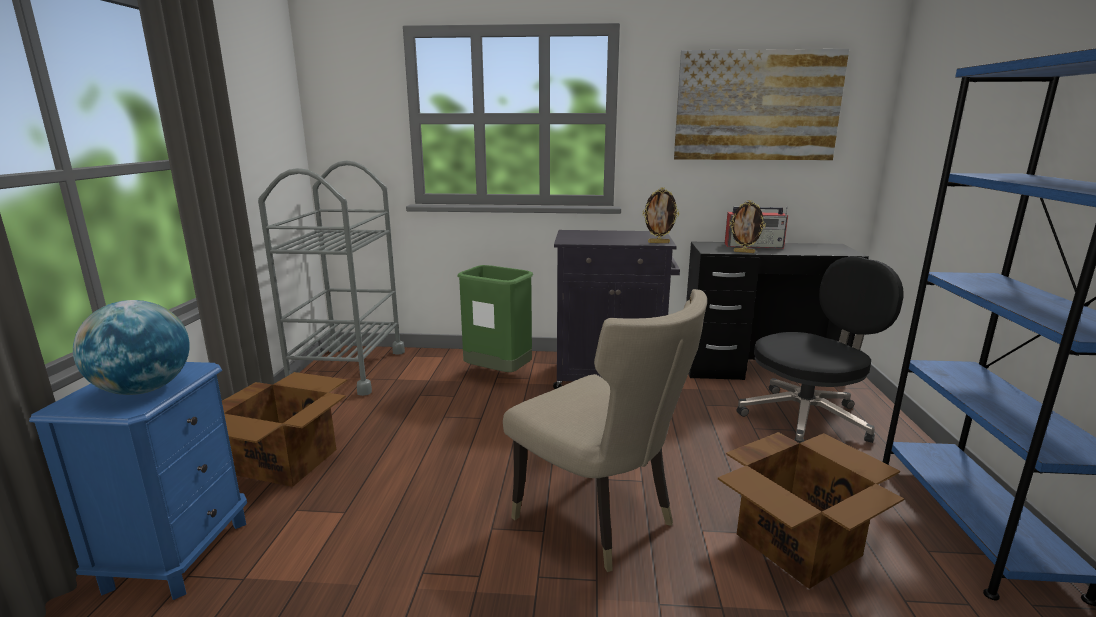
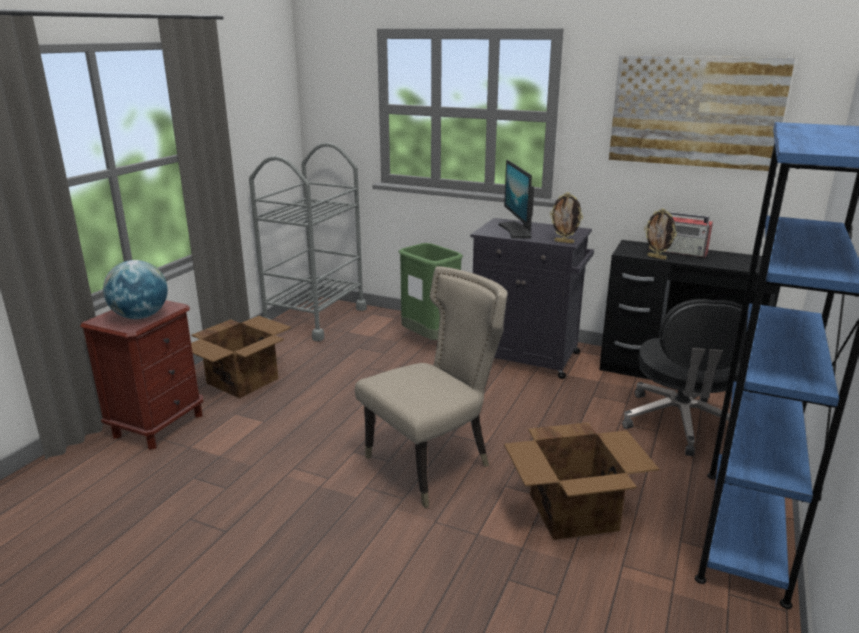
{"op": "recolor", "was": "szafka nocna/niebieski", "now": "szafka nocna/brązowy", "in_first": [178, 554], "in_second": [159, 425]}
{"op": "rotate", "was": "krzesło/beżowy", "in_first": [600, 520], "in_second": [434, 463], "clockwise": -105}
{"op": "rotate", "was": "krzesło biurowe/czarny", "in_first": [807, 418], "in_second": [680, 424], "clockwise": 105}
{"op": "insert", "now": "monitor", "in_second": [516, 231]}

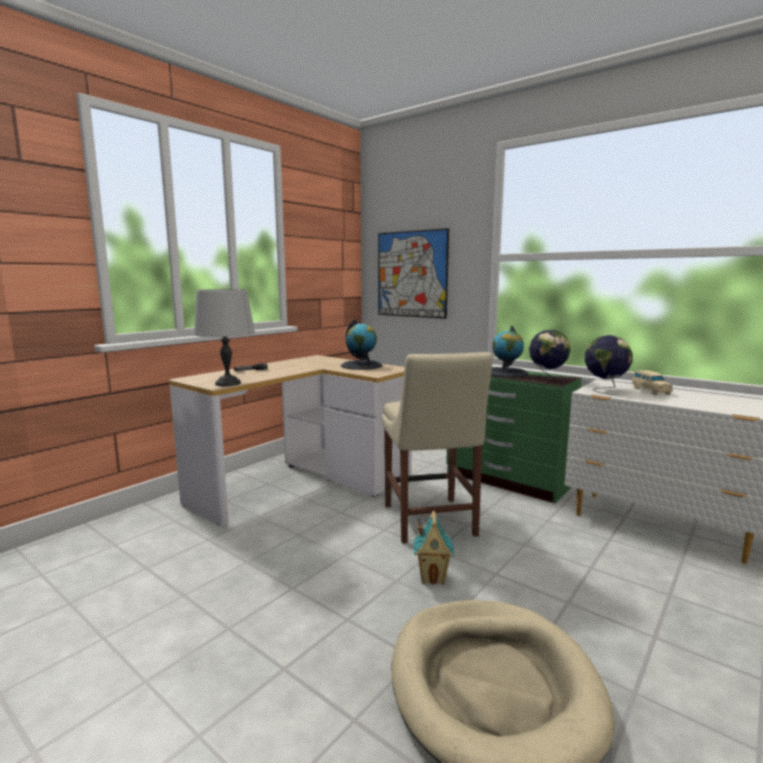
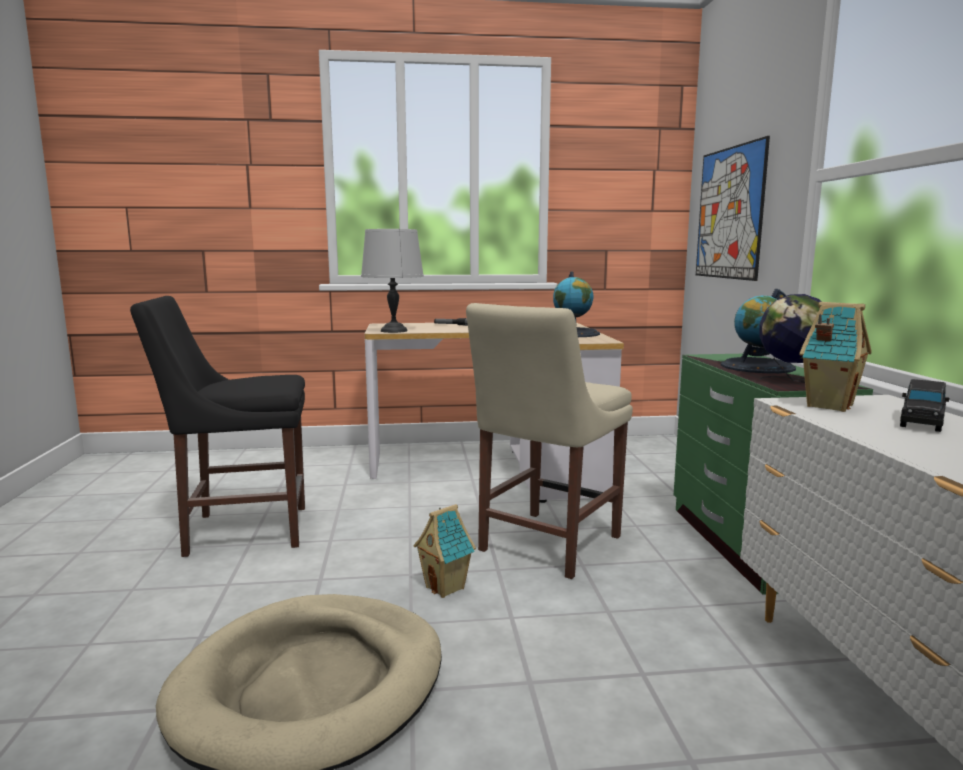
{"op": "replace", "was": "globus", "now": "domek", "in_first": [604, 390], "in_second": [828, 405]}
{"op": "recolor", "was": "samochodzik/beżowy", "now": "samochodzik/czarny", "in_first": [650, 391], "in_second": [921, 422]}
{"op": "insert", "now": "krzesło/czarny", "in_second": [240, 530]}

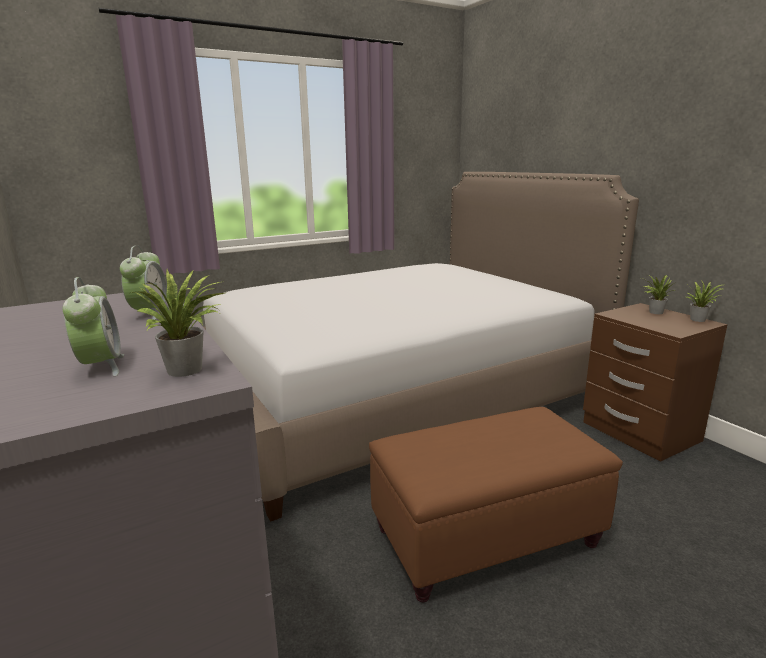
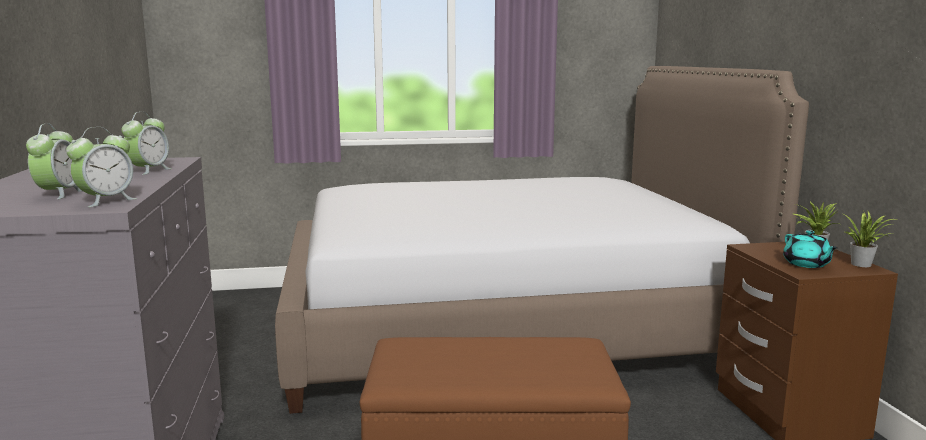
{"op": "replace", "was": "roślina doniczkowa", "now": "budzik", "in_first": [189, 370], "in_second": [106, 201]}
{"op": "insert", "now": "imbryk/turkusowy", "in_second": [806, 264]}

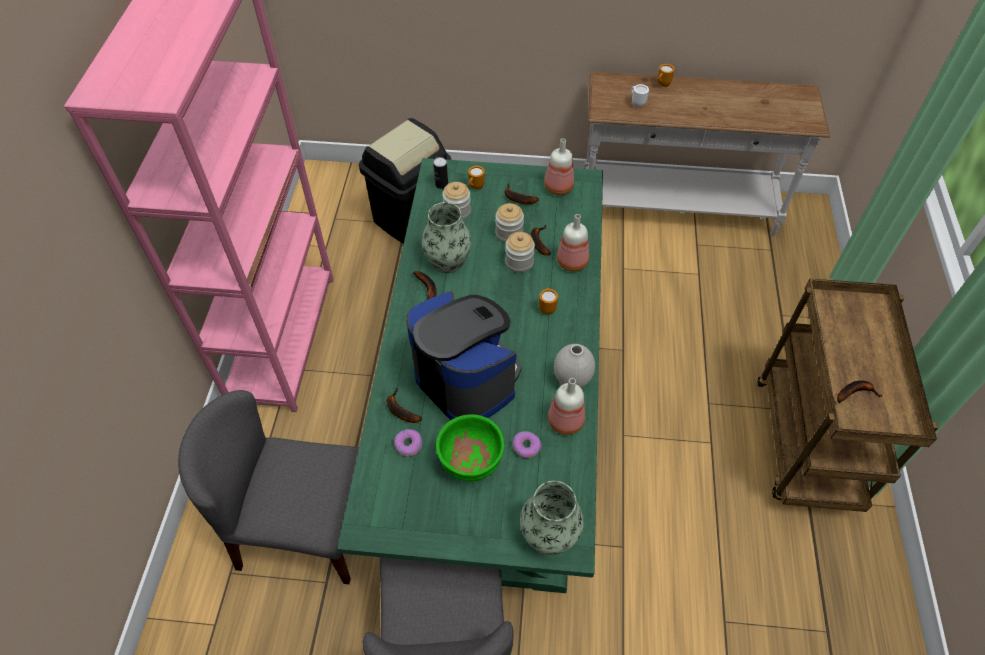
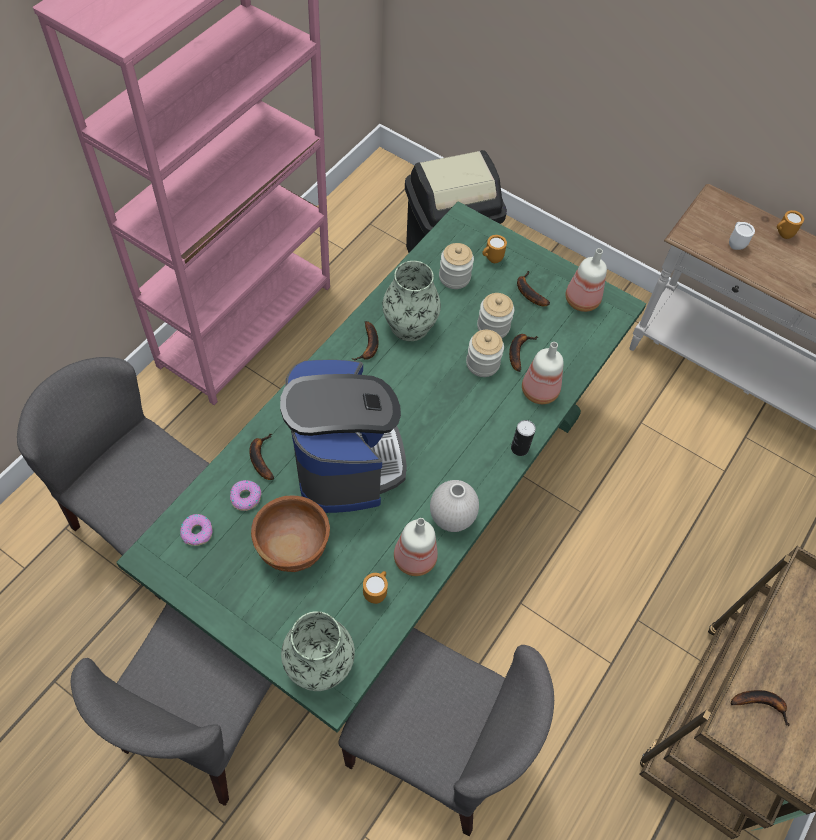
{"op": "move", "was": "puszka", "in_first": [441, 184], "in_second": [519, 448]}
{"op": "recolor", "was": "miska/zielony", "now": "miska/brązowy", "in_first": [471, 461], "in_second": [294, 548]}
{"op": "move", "was": "donut", "in_first": [526, 446], "in_second": [197, 532]}
{"op": "move", "was": "kubek/pomarańczowy", "in_first": [547, 307], "in_second": [376, 592]}
{"op": "insert", "now": "krzesło/szary", "in_second": [434, 745]}

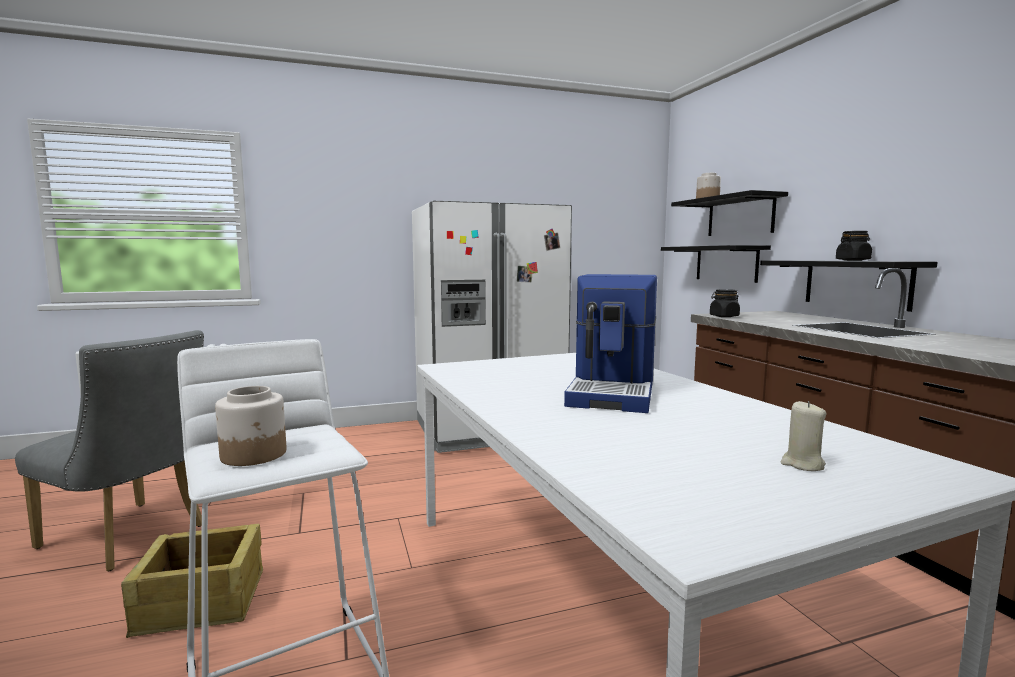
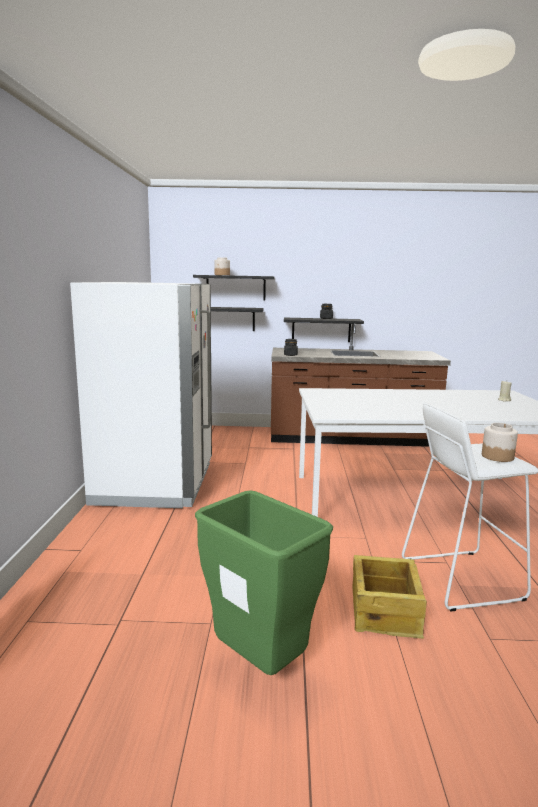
{"op": "replace", "was": "krzesło/szary", "now": "kosz na śmieci/zielony", "in_first": [131, 538], "in_second": [261, 665]}
{"op": "delete", "was": "ekspres do kawy", "in_first": [614, 392]}

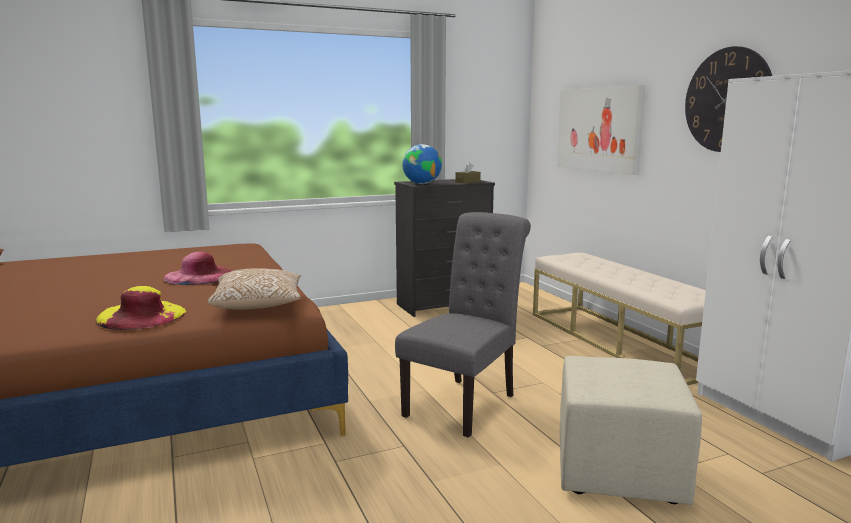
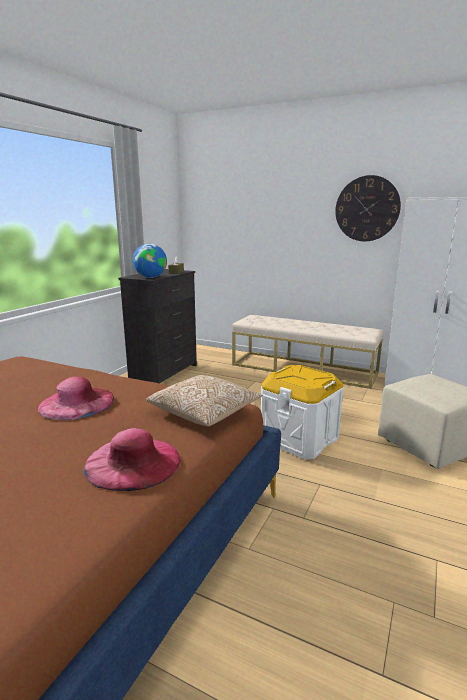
{"op": "recolor", "was": "kapelusz/żółty", "now": "kapelusz/różowy", "in_first": [141, 315], "in_second": [133, 462]}
{"op": "replace", "was": "krzesło/szary", "now": "pojemnik do przechowywania/biały", "in_first": [465, 402], "in_second": [299, 438]}
{"op": "delete", "was": "obraz", "in_first": [598, 129]}

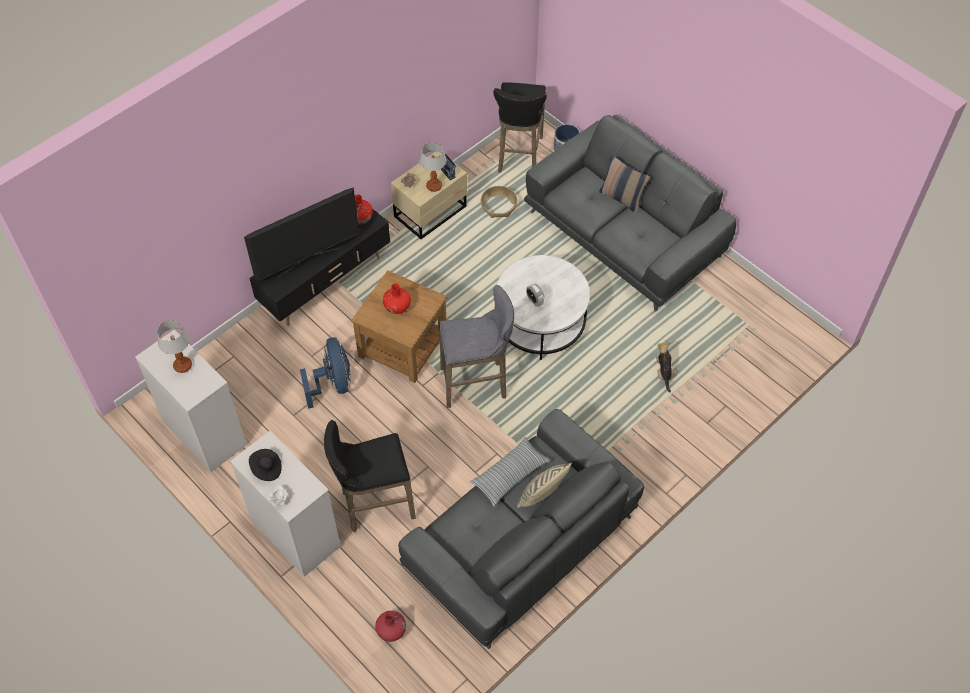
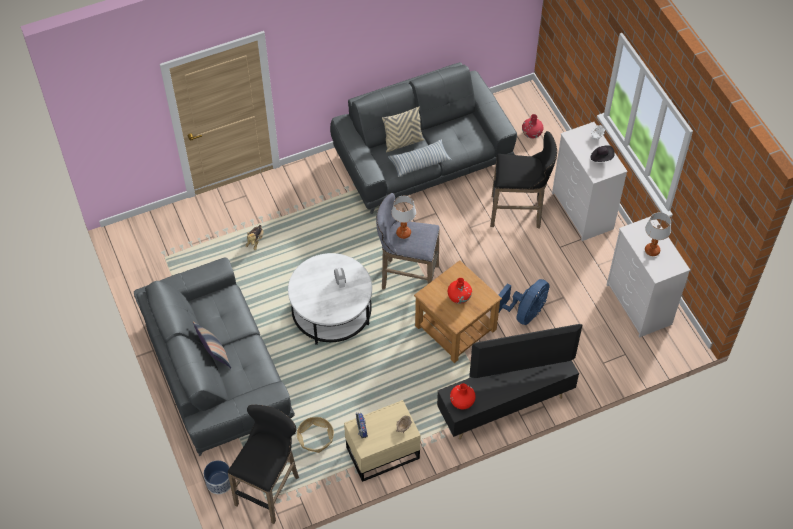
{"op": "rotate", "was": "wentylator/niebieski", "in_first": [333, 384], "in_second": [524, 313], "clockwise": -150}
{"op": "move", "was": "lampa stołowa", "in_first": [434, 186], "in_second": [403, 233]}

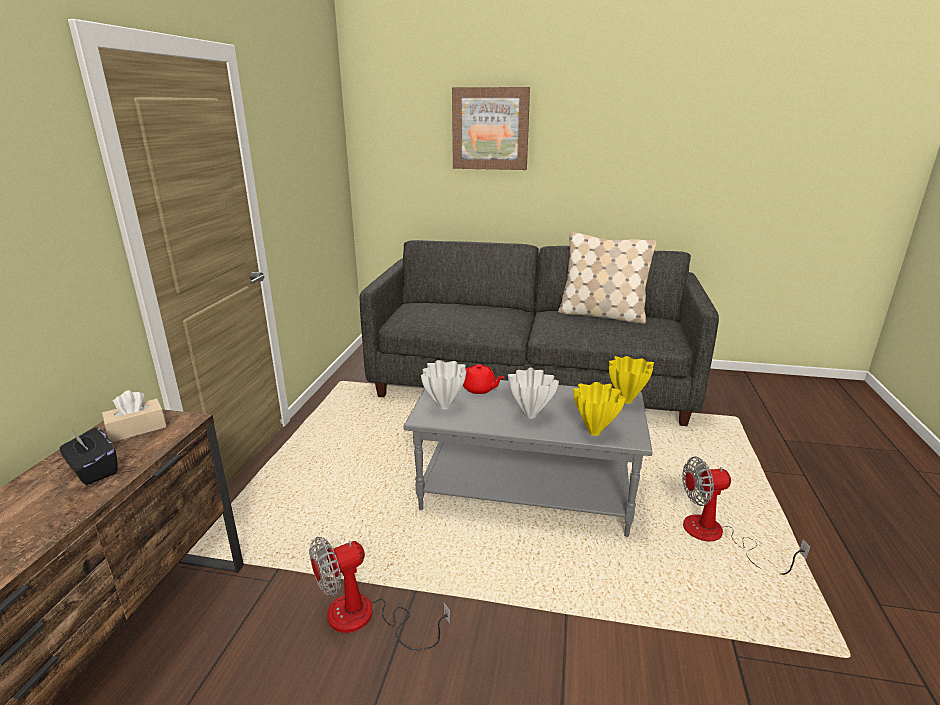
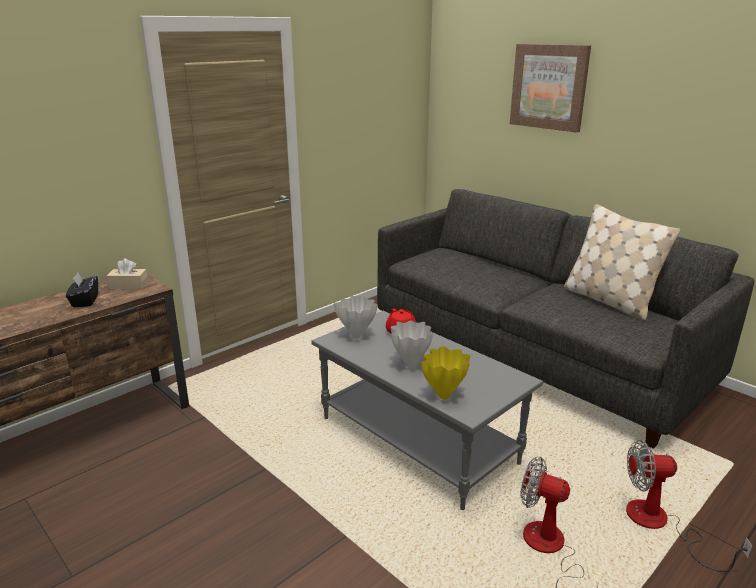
{"op": "move", "was": "wentylator", "in_first": [365, 619], "in_second": [660, 525]}
{"op": "delete", "was": "wazon/żółty", "in_first": [625, 401]}

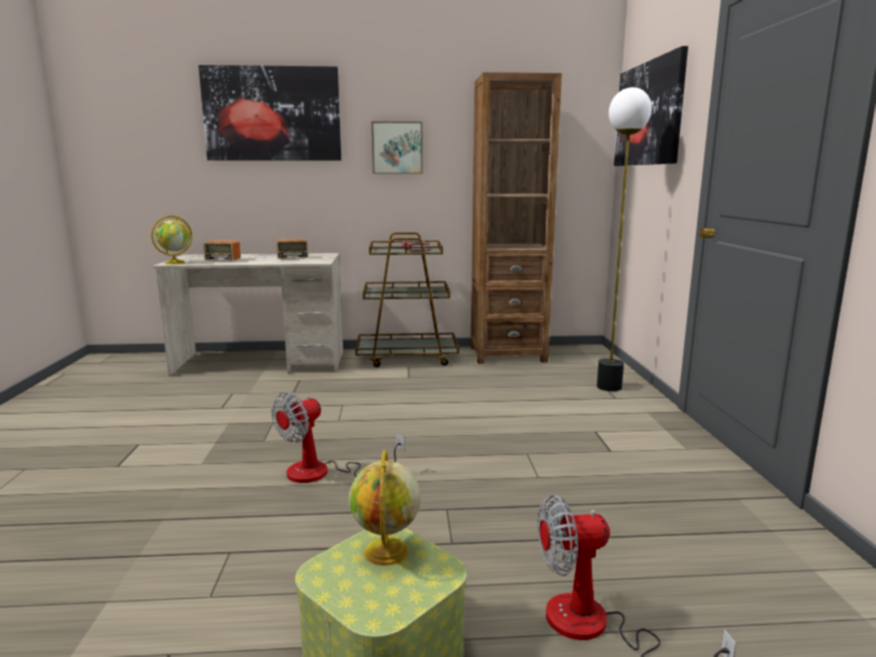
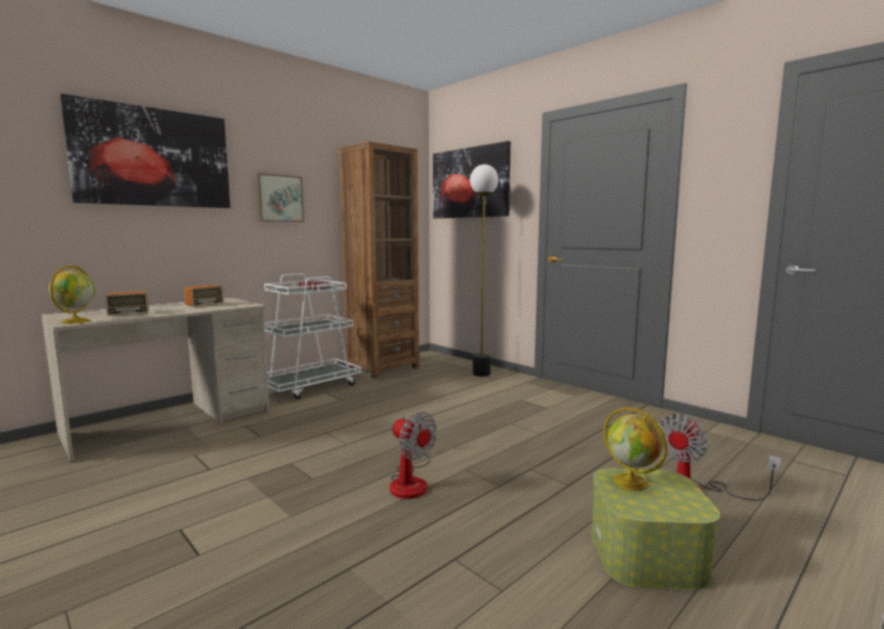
{"op": "rotate", "was": "wentylator", "in_first": [323, 473], "in_second": [411, 481], "clockwise": -45}
{"op": "recolor", "was": "wózek/brązowy", "now": "wózek/biały", "in_first": [407, 357], "in_second": [310, 386]}

